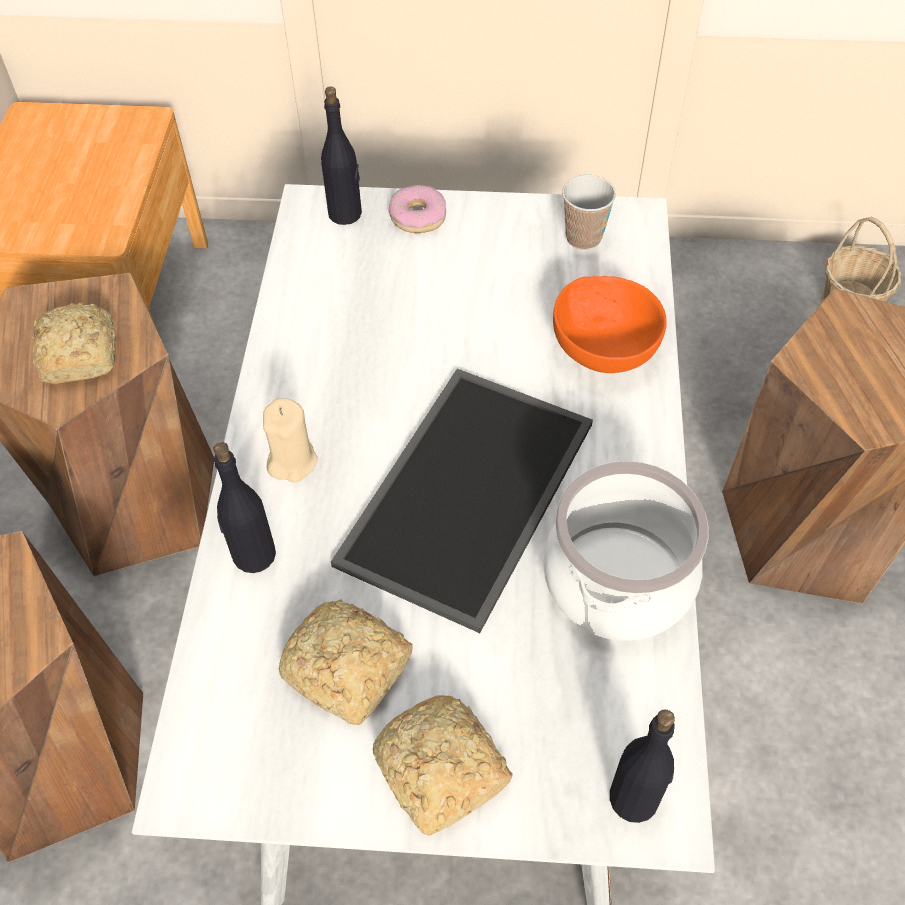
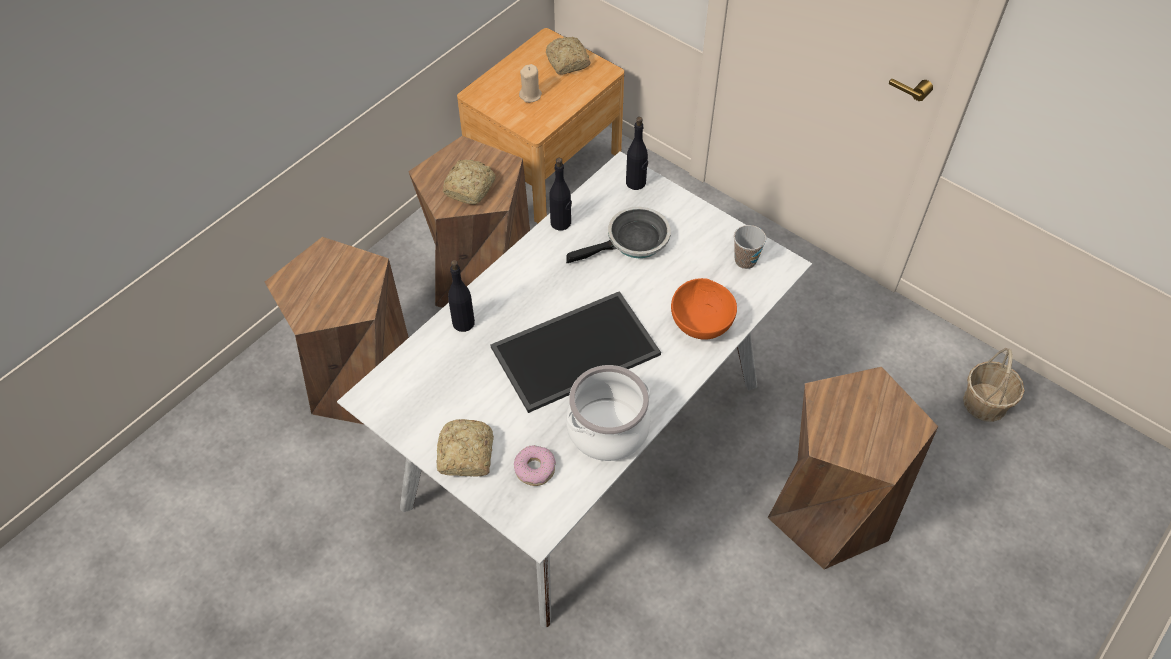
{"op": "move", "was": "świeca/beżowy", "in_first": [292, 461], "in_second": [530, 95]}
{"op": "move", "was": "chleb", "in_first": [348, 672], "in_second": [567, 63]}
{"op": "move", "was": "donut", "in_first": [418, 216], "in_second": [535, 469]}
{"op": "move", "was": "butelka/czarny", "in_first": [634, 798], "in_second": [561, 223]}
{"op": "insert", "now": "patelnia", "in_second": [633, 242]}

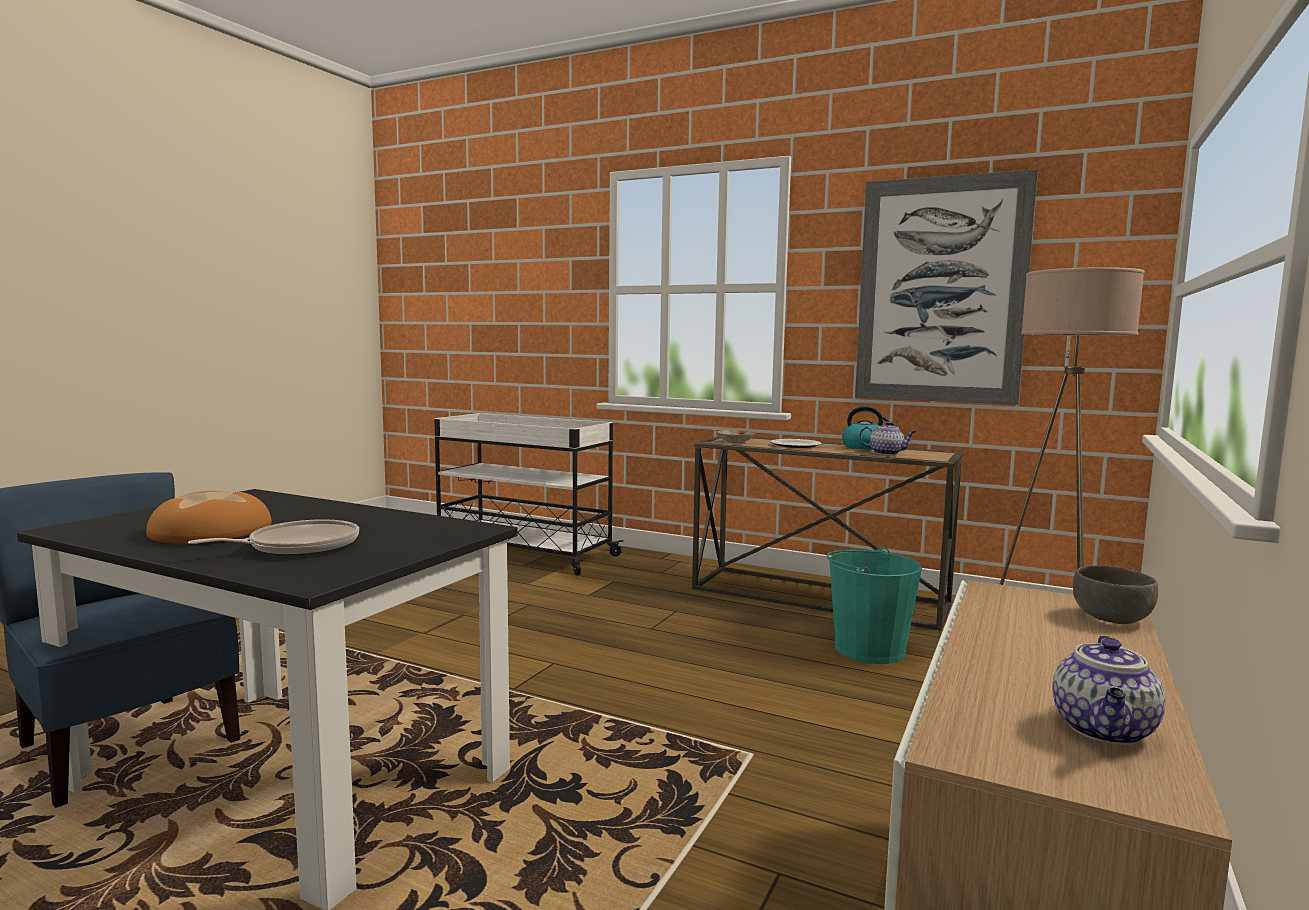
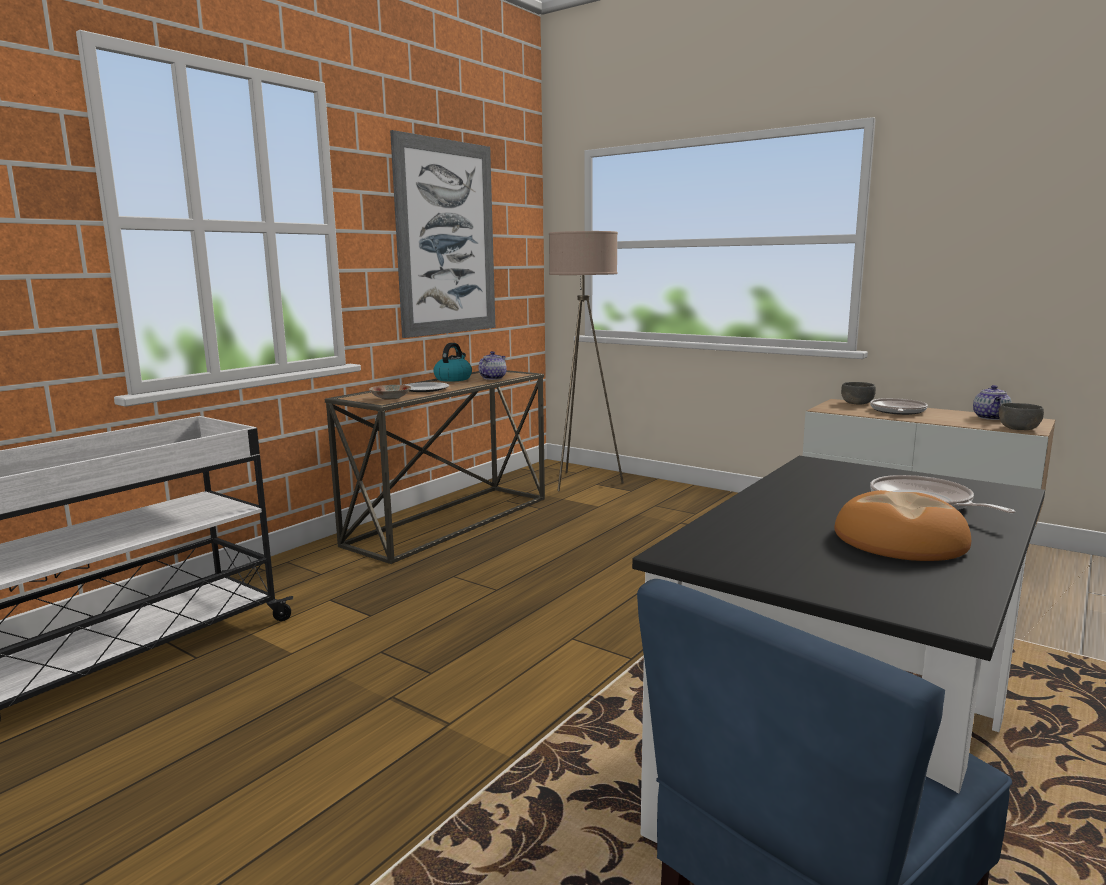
{"op": "delete", "was": "wiadro/turkusowy", "in_first": [868, 649]}
{"op": "rotate", "was": "imbryk", "in_first": [1105, 731], "in_second": [991, 418], "clockwise": 75}
{"op": "insert", "now": "patelnia", "in_second": [897, 411]}
{"op": "insert", "now": "miska/szary", "in_second": [1018, 428]}

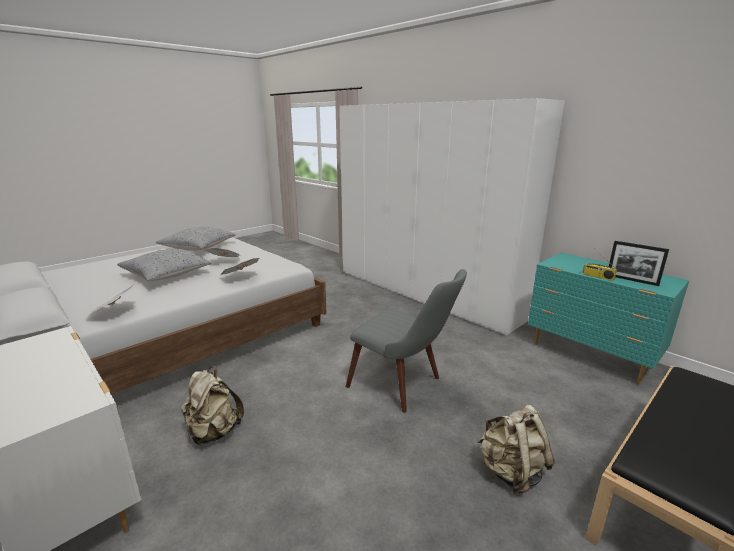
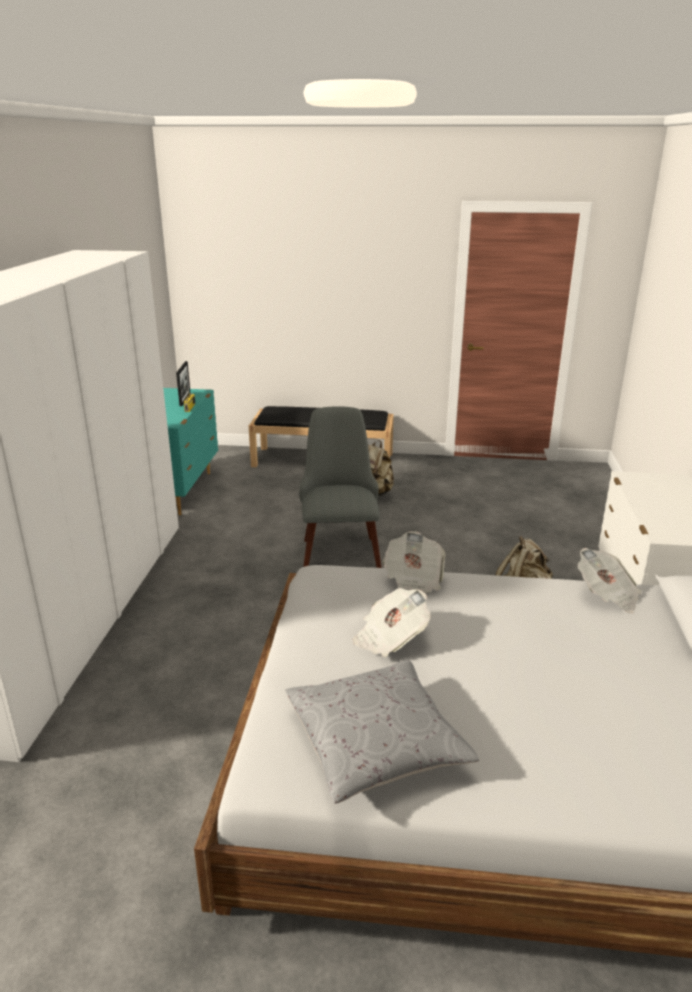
{"op": "delete", "was": "poduszka/szary", "in_first": [166, 275]}

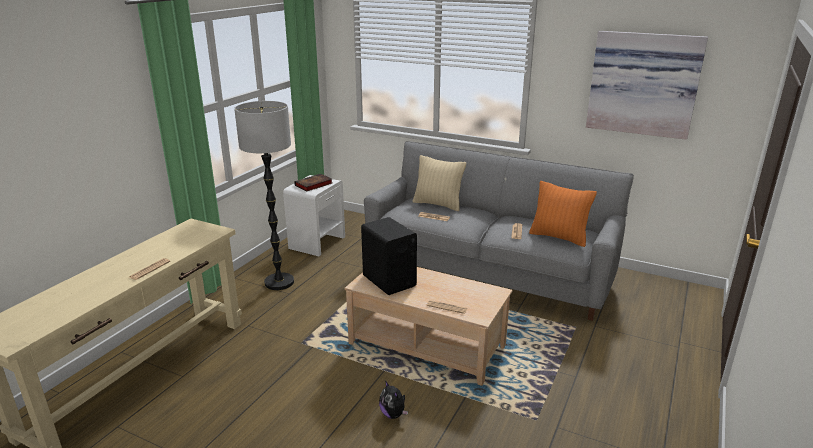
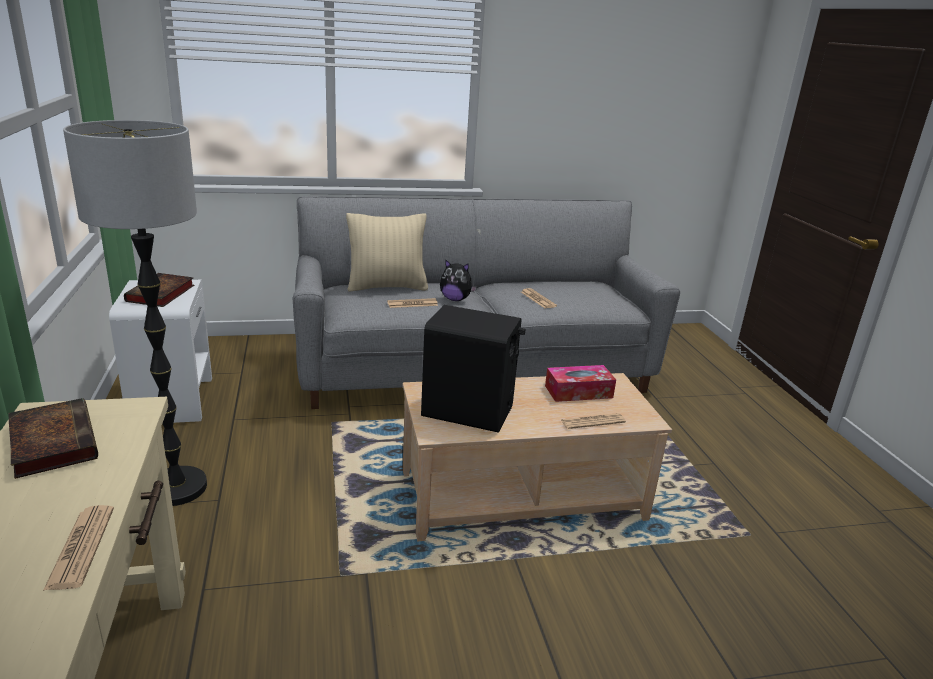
{"op": "move", "was": "pluszak", "in_first": [393, 414], "in_second": [455, 299]}
{"op": "delete", "was": "poduszka/pomarańczowy", "in_first": [559, 237]}
{"op": "delete", "was": "obraz", "in_first": [643, 83]}
{"op": "insert", "now": "książka", "in_second": [52, 441]}
{"op": "insert", "now": "pudełko chusteczek", "in_second": [578, 392]}

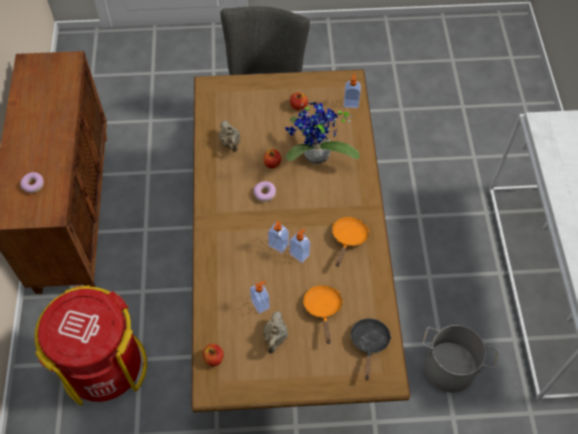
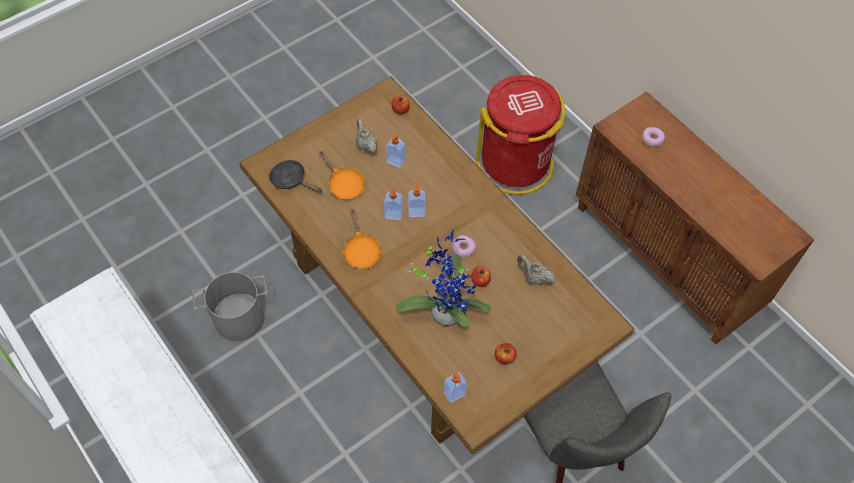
{"op": "rotate", "was": "patelnia/czarny", "in_first": [369, 343], "in_second": [291, 180], "clockwise": 150}

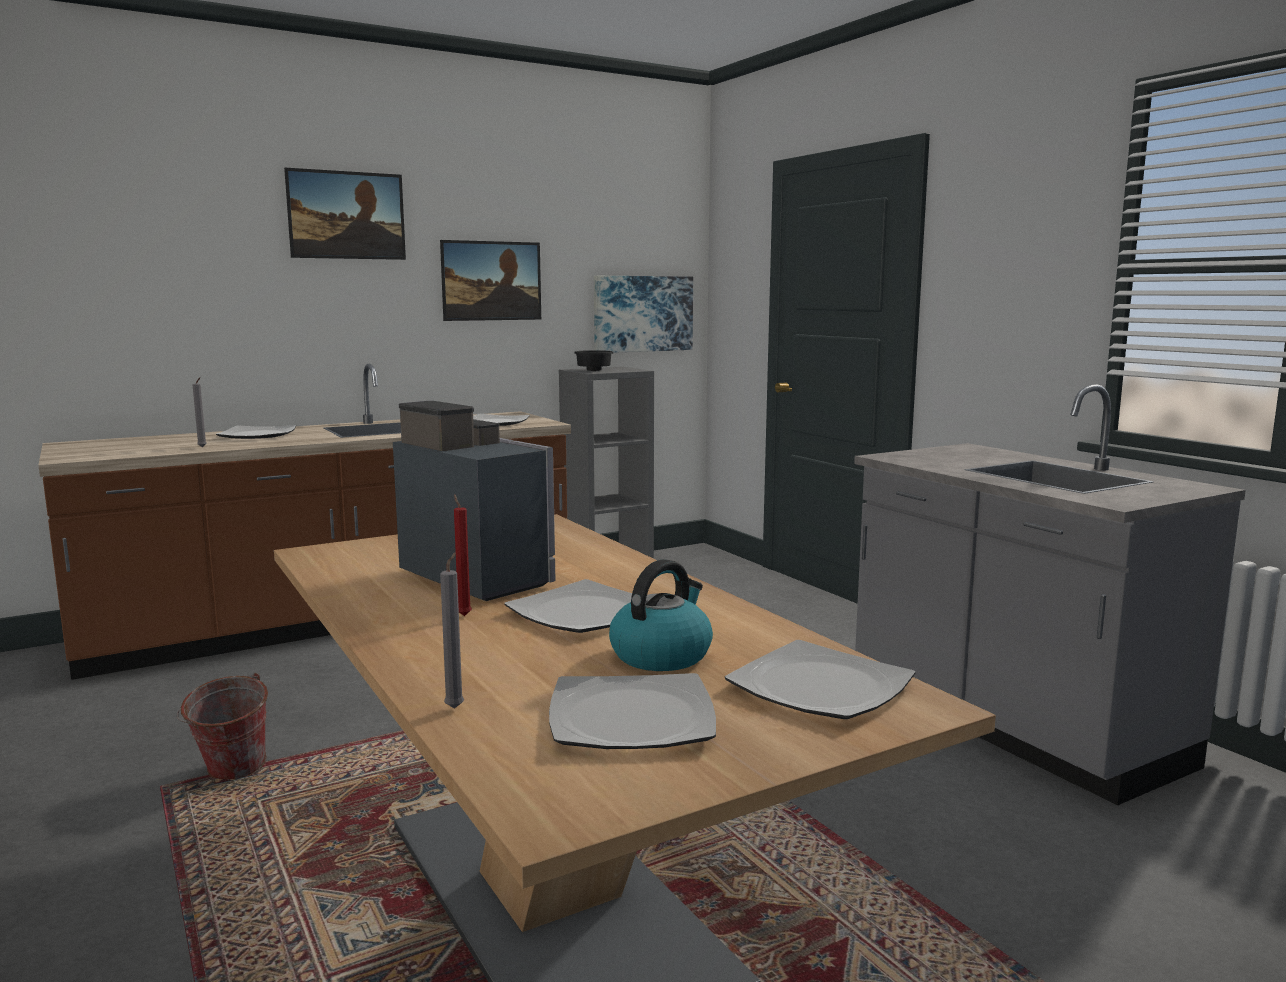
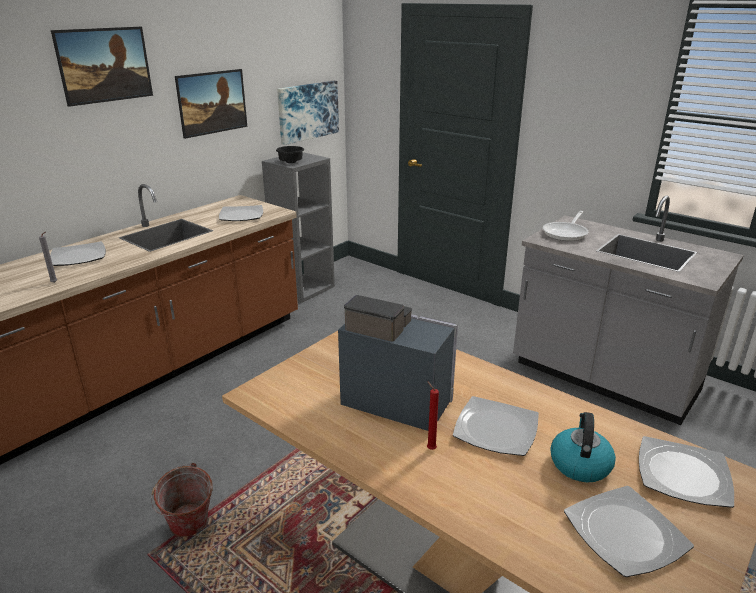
{"op": "delete", "was": "świeca/szary", "in_first": [456, 707]}
{"op": "insert", "now": "patelnia", "in_second": [566, 233]}

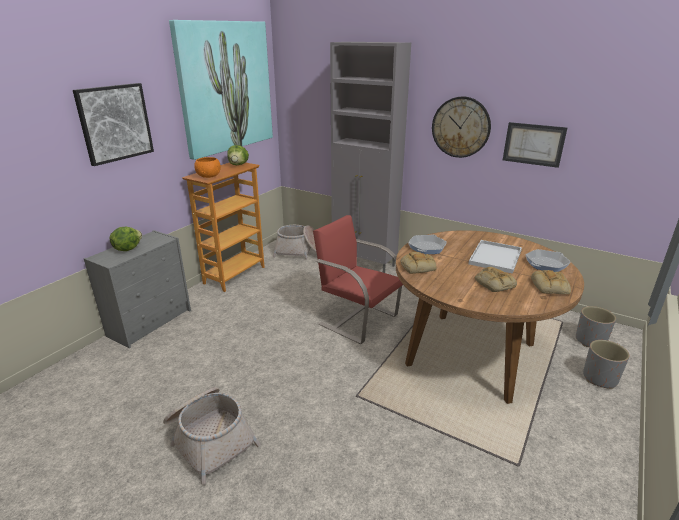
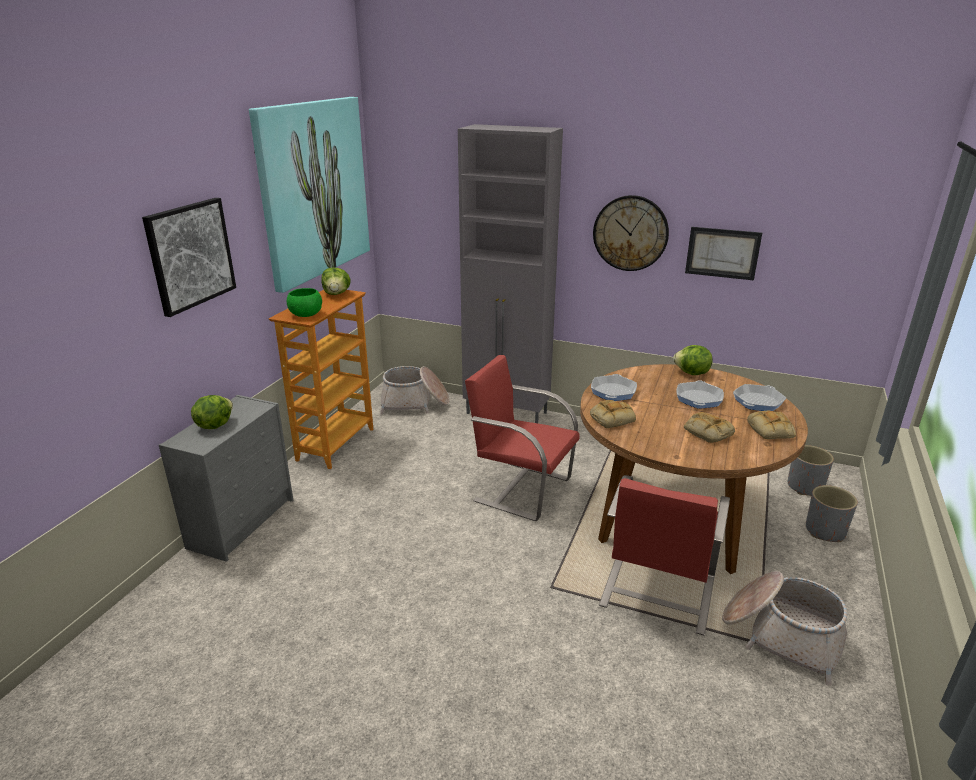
{"op": "move", "was": "koszyk", "in_first": [209, 438], "in_second": [781, 634]}
{"op": "recolor", "was": "miska/pomarańczowy", "now": "miska/zielony", "in_first": [209, 176], "in_second": [306, 314]}
{"op": "replace", "was": "taca/biały", "now": "patelnia", "in_first": [495, 258], "in_second": [698, 399]}
{"op": "insert", "now": "krzesło/czerwony", "in_second": [656, 592]}
{"op": "insert", "now": "sałata", "in_second": [691, 373]}

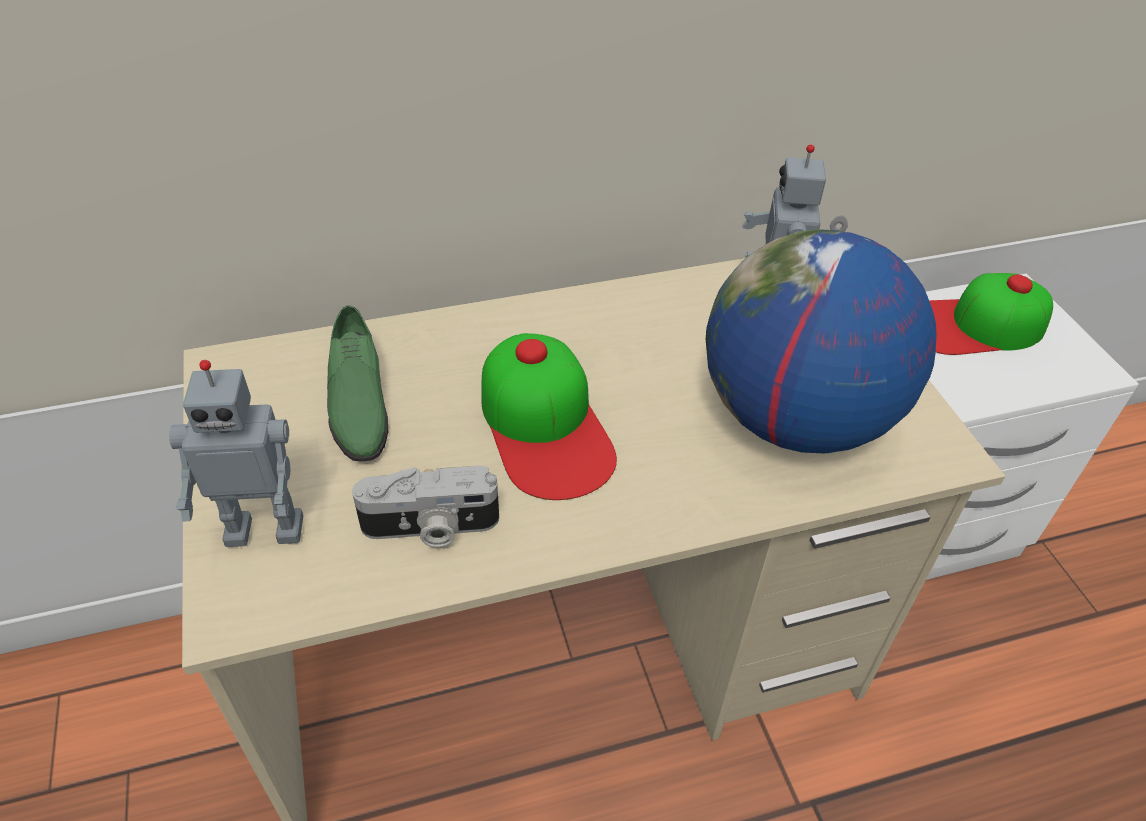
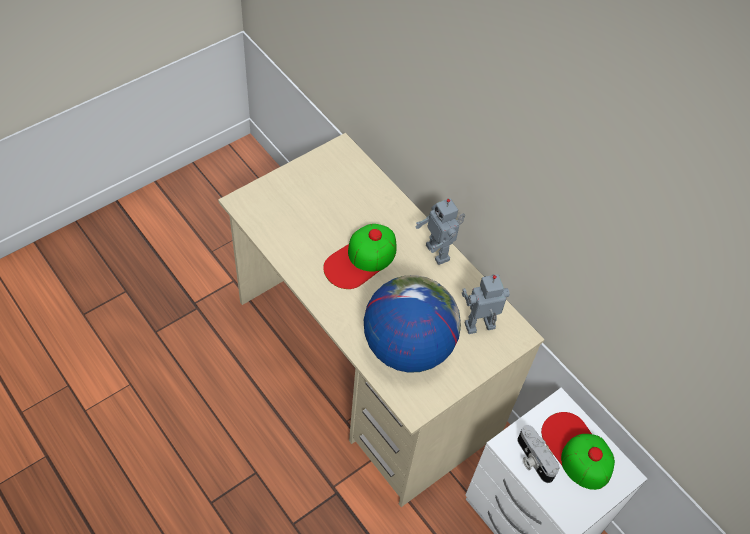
{"op": "move", "was": "robot zabawkowy", "in_first": [266, 527], "in_second": [439, 252]}
{"op": "delete", "was": "but/zielony", "in_first": [357, 400]}
{"op": "move", "was": "aparat fotograficzny", "in_first": [430, 528], "in_second": [532, 459]}

